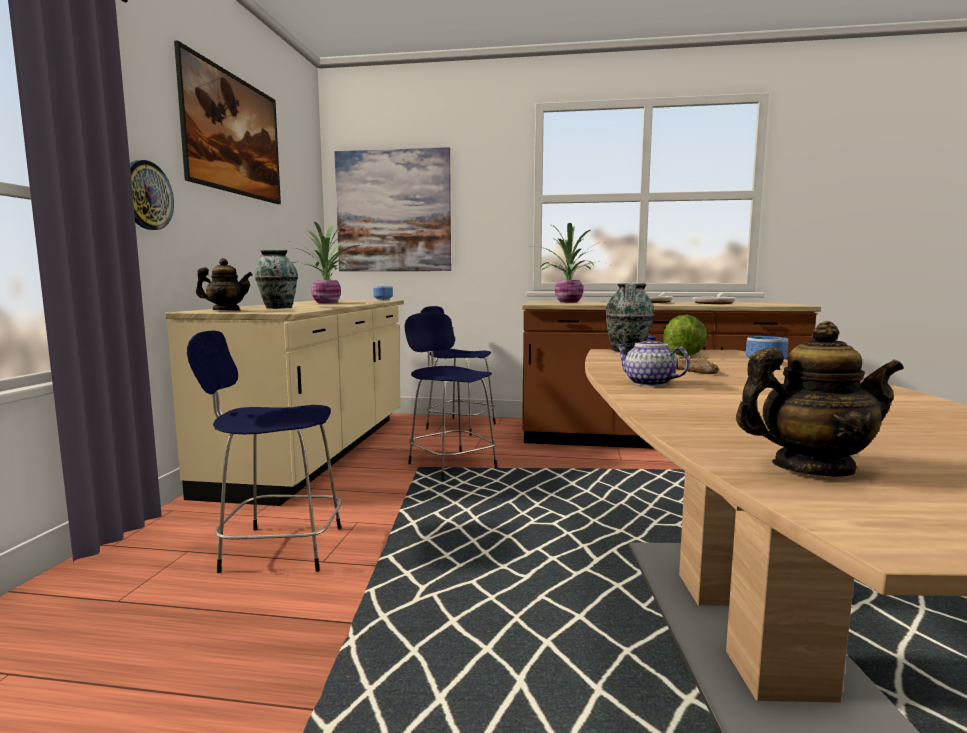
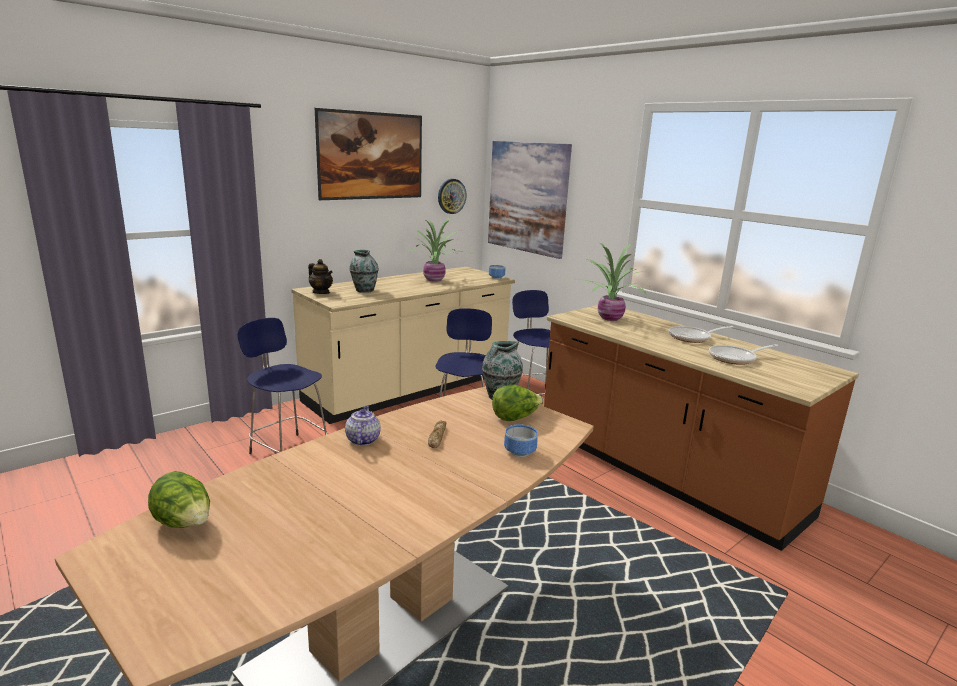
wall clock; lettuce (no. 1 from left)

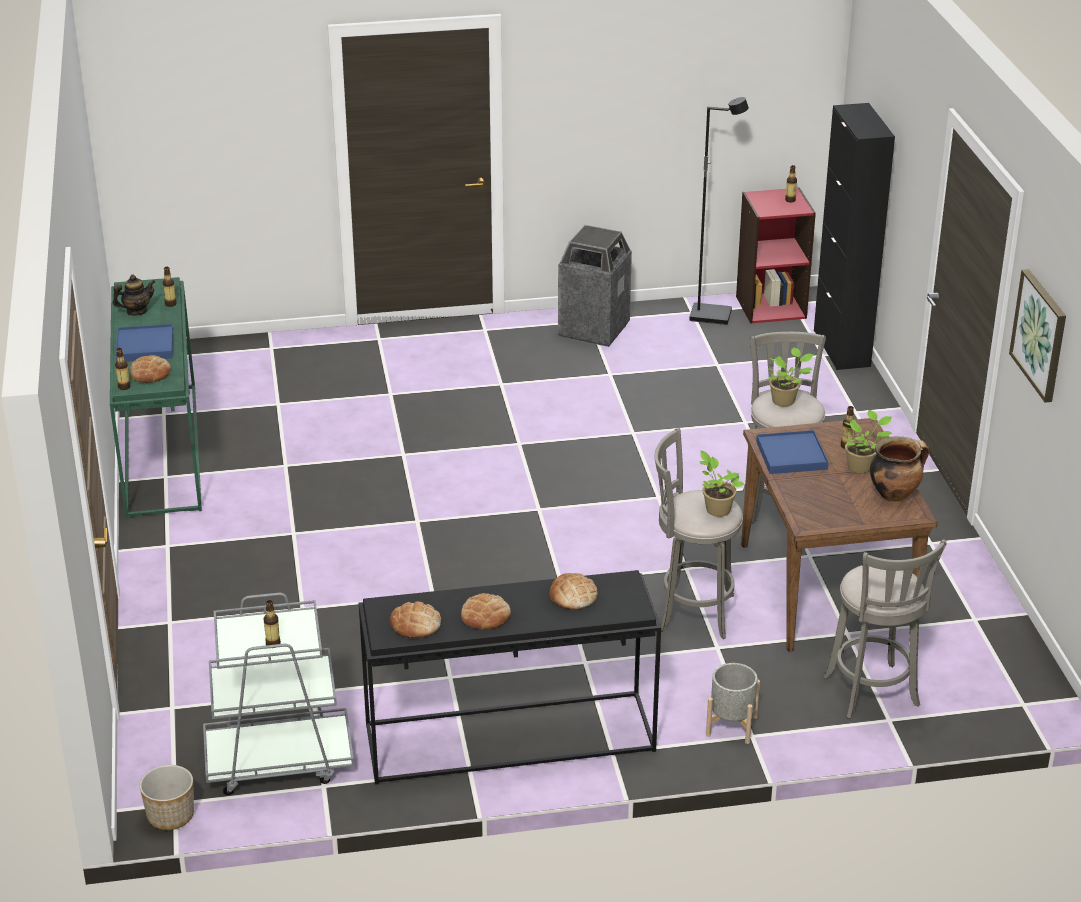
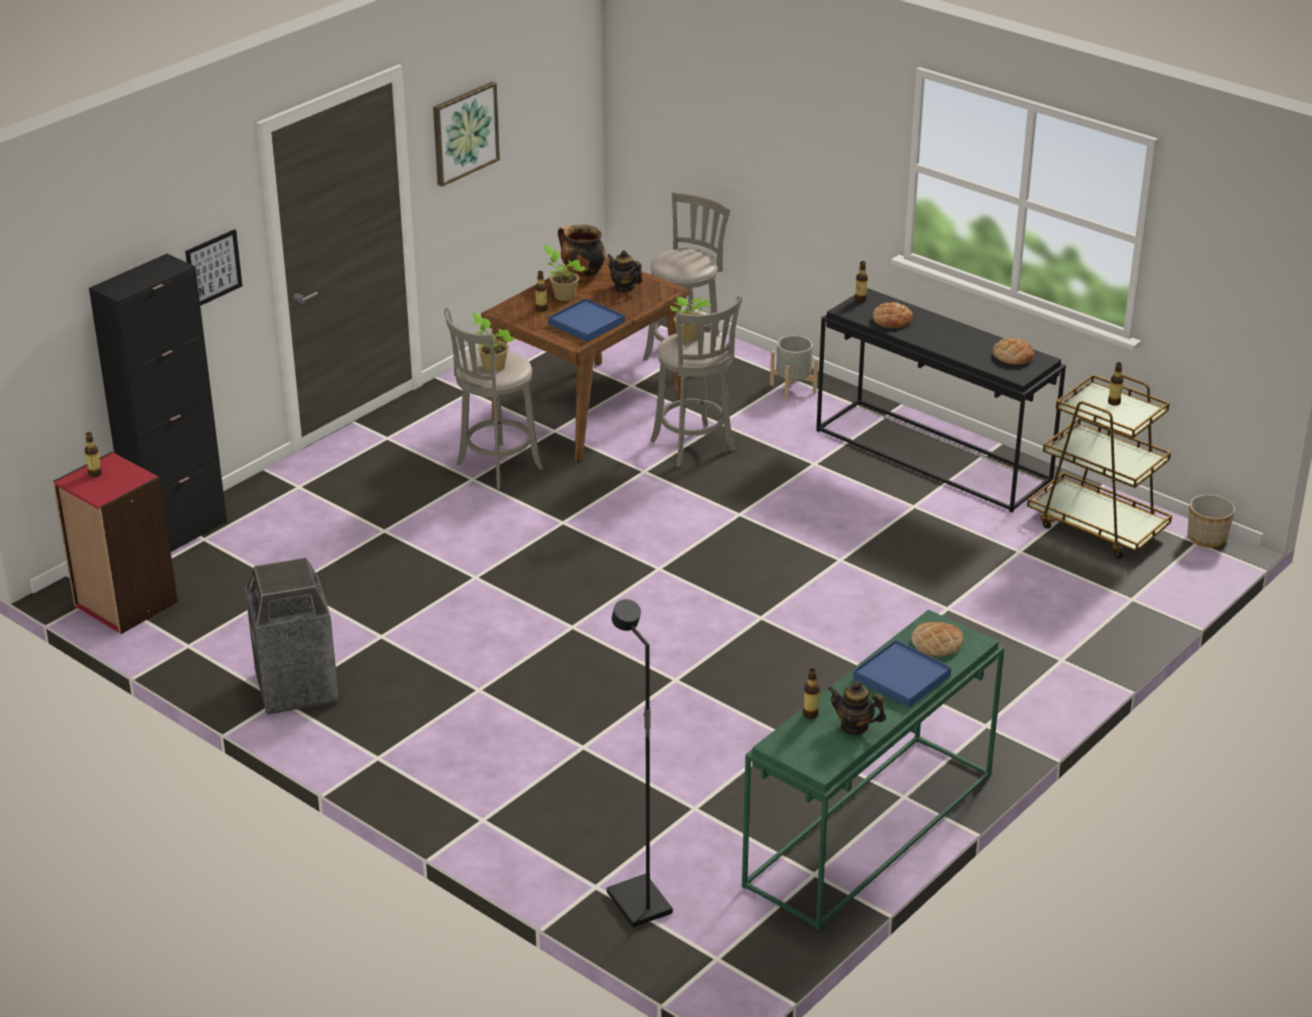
bread (no. 3 from left in the first image); picture (no. 1 from left); teapot (no. 1 from left); bottle (no. 4 from left); black floor lamp; brown cart

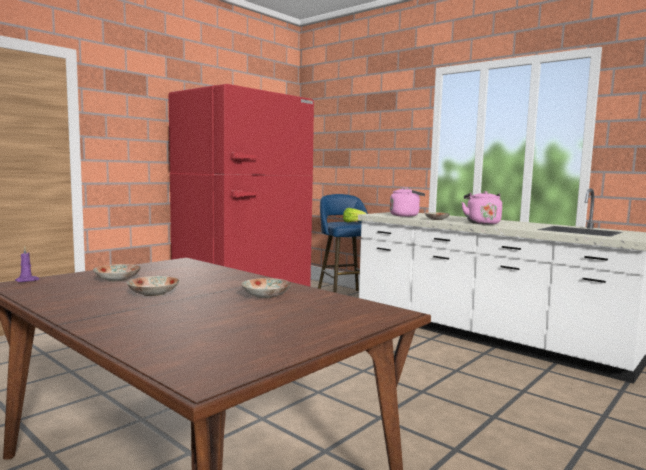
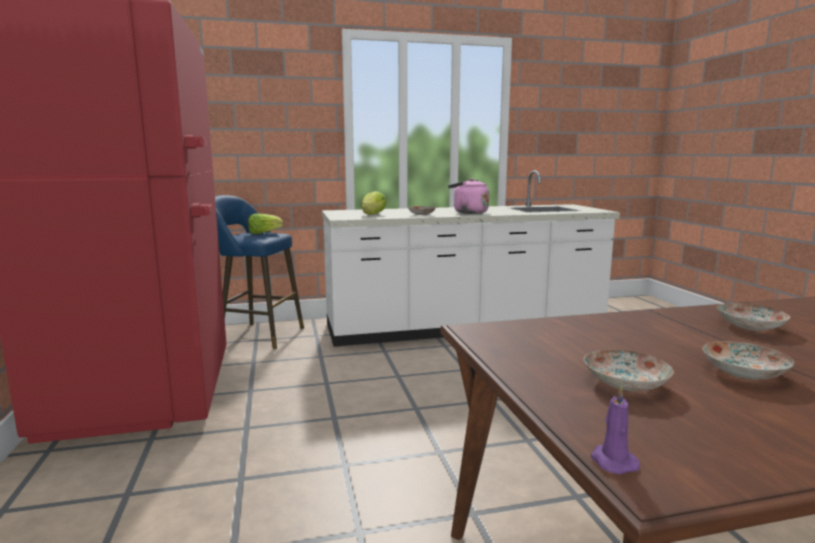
lettuce (no. 2 from left)

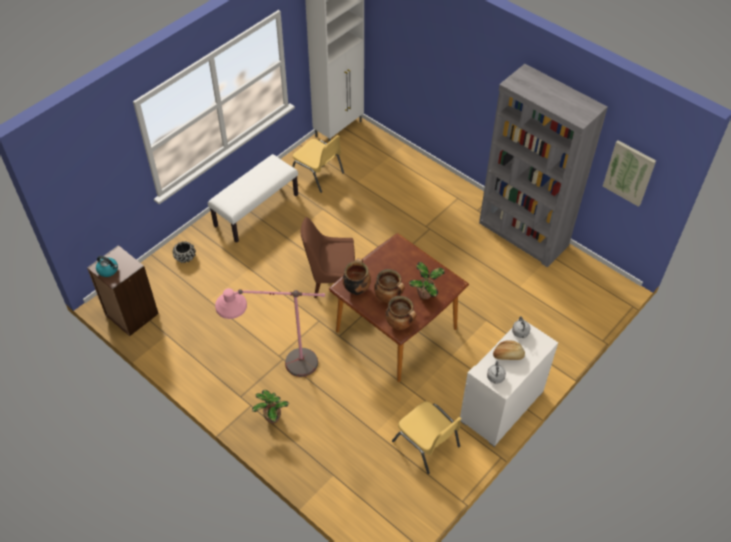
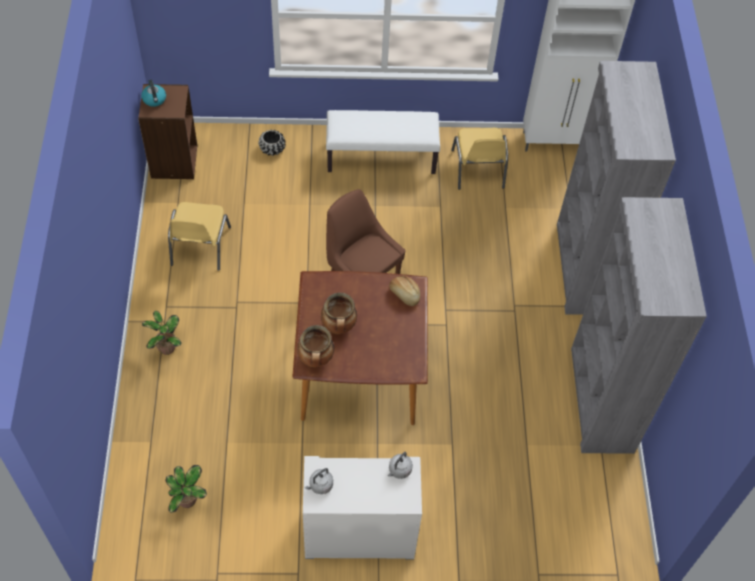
pink floor lamp; cooking pot (no. 1 from left in the first image); picture; grey bookcase (no. 1 from left); yellow chair (no. 1 from left); potted plant (no. 2 from left); bread

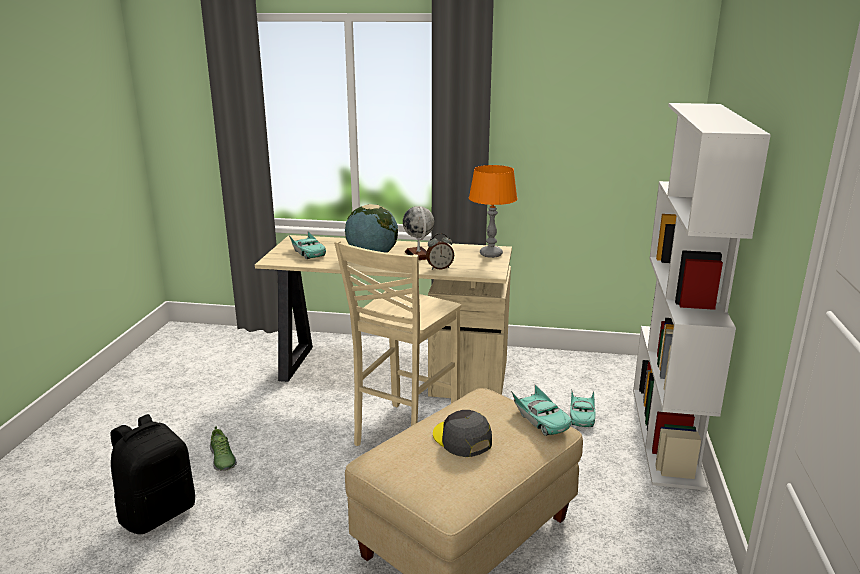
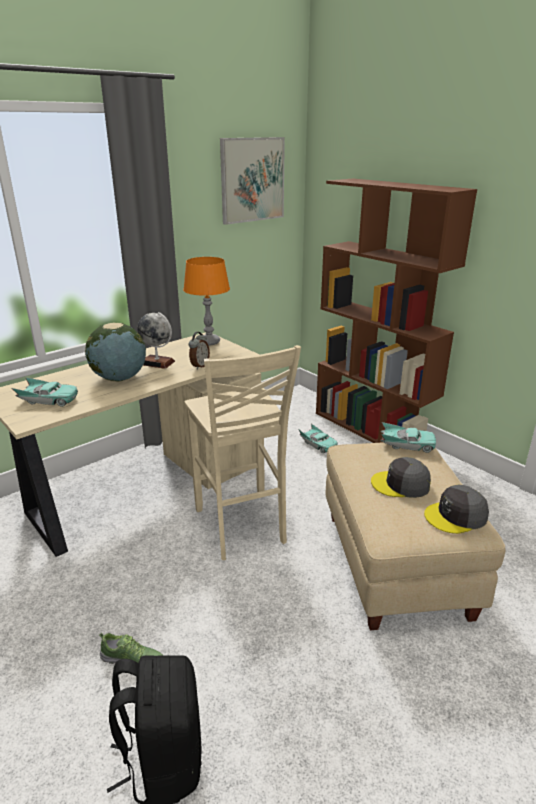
picture; grey cap (no. 2 from left); brown bookcase

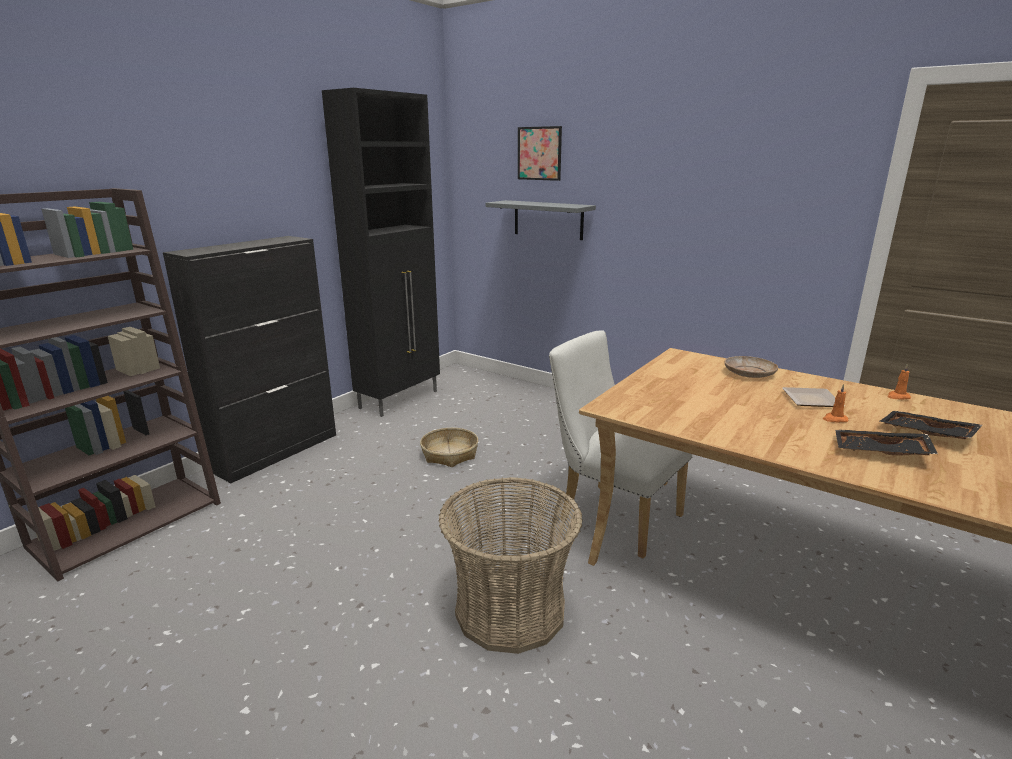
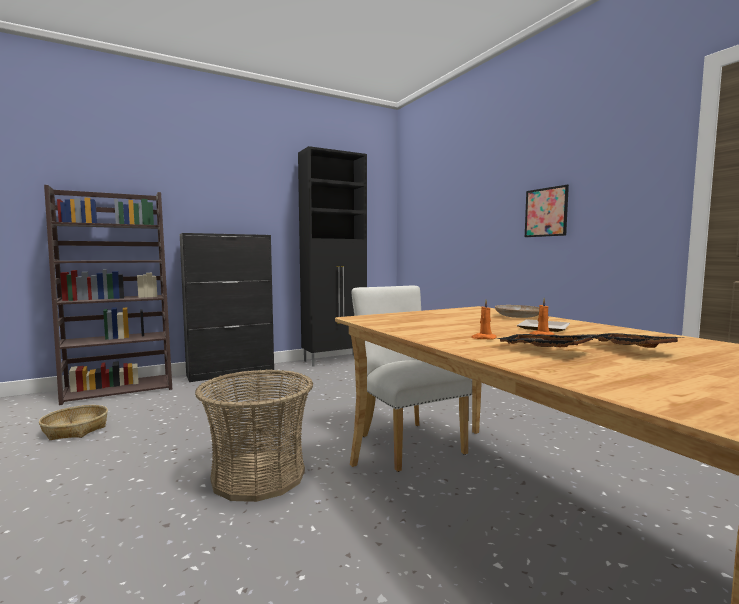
grey shelf; basket (no. 1 from left); picture; orange candle (no. 1 from left)

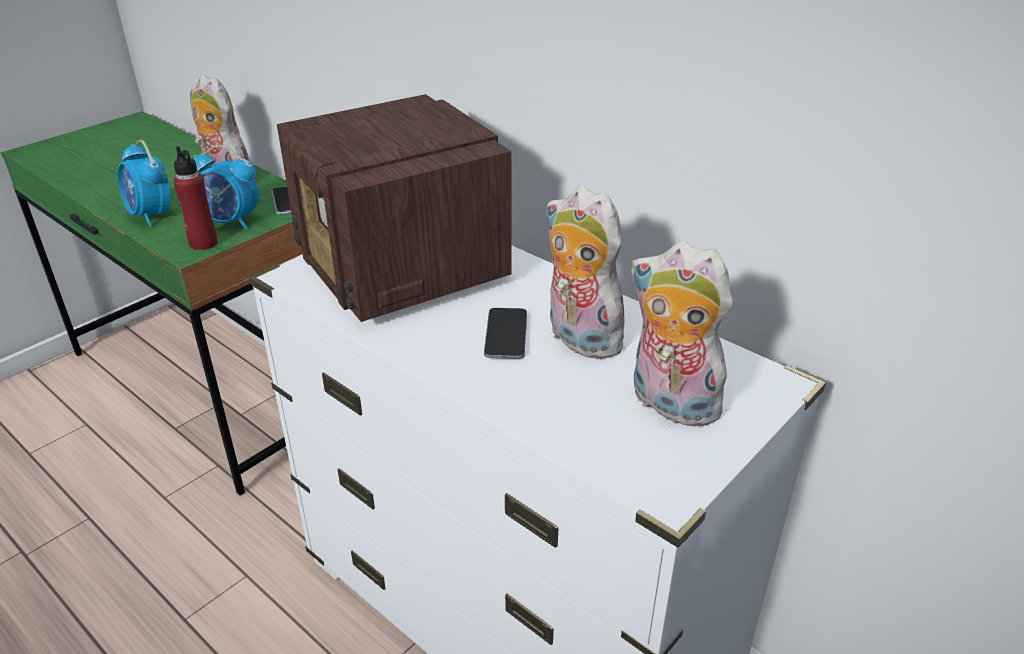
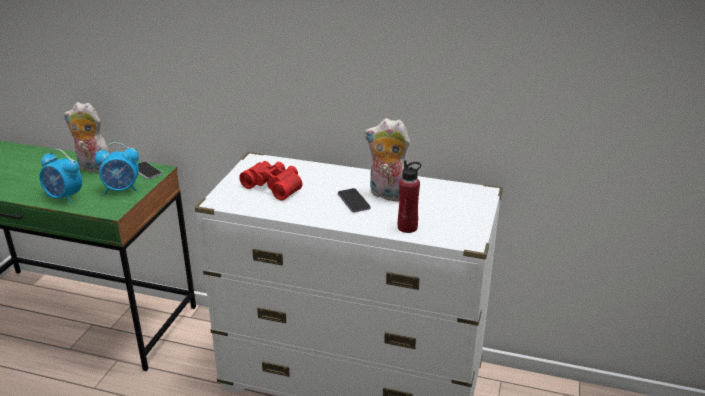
plush toy (no. 3 from left in the first image); red bottle; red binoculars

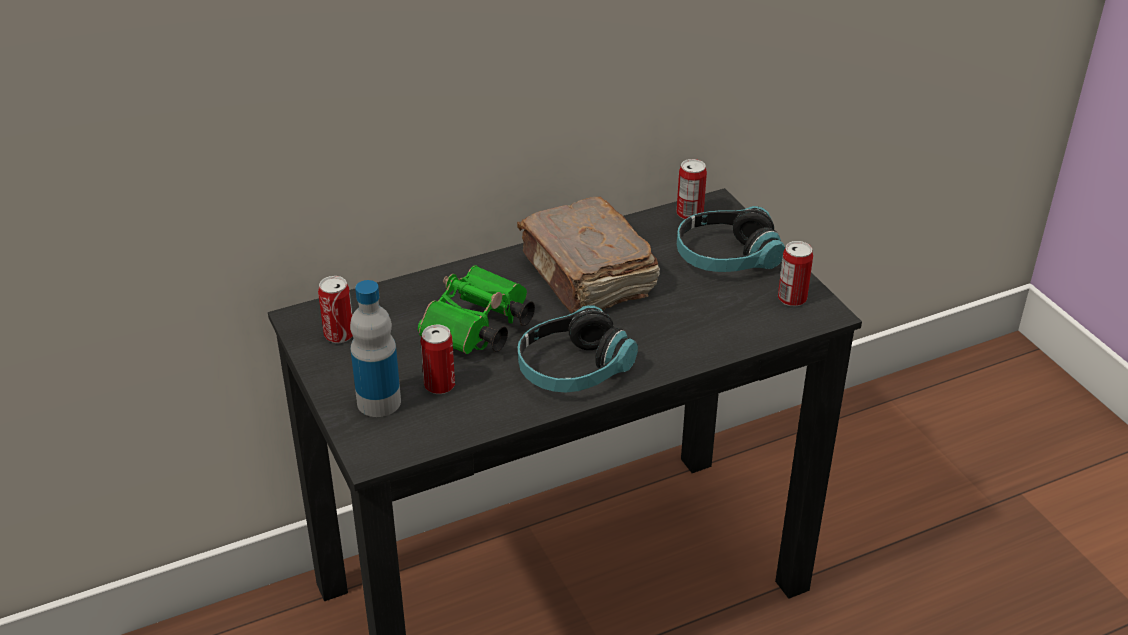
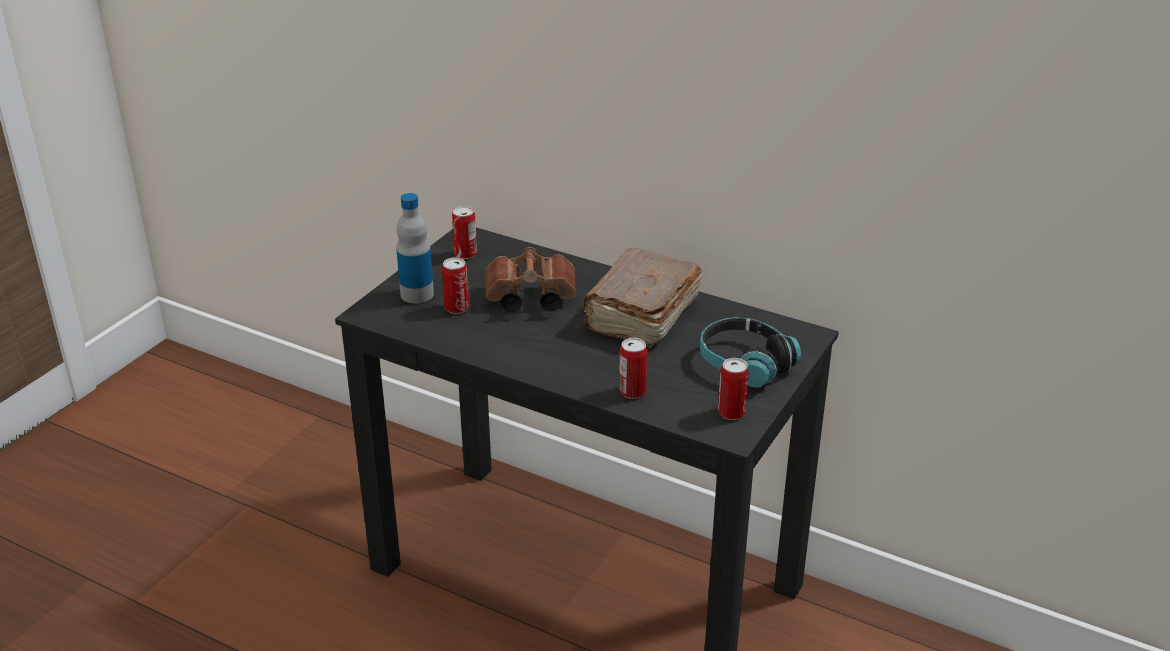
headphones (no. 1 from left in the first image); can (no. 3 from left); brown binoculars

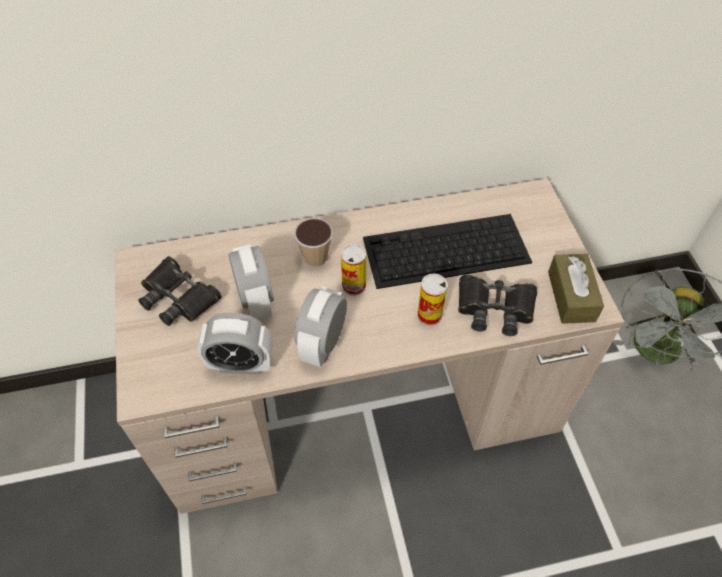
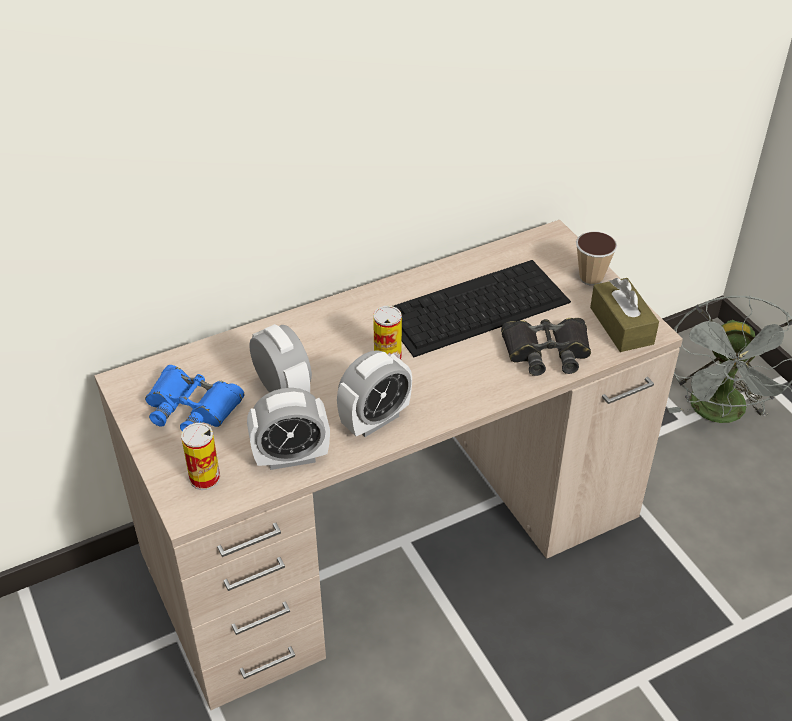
cup; can (no. 1 from left); blue binoculars; alarm clock (no. 3 from left)

